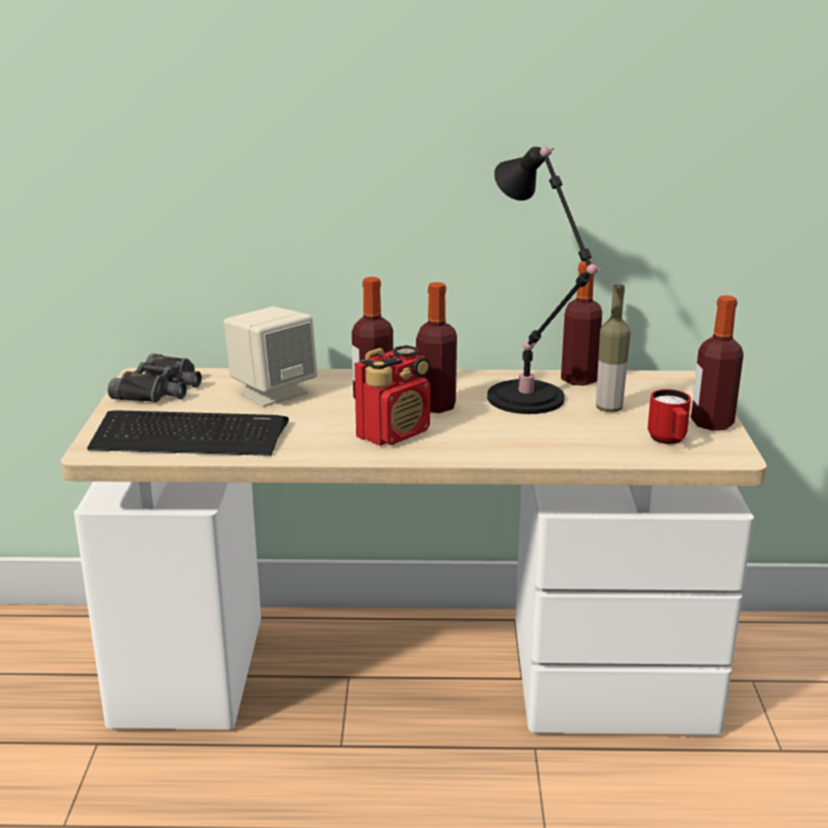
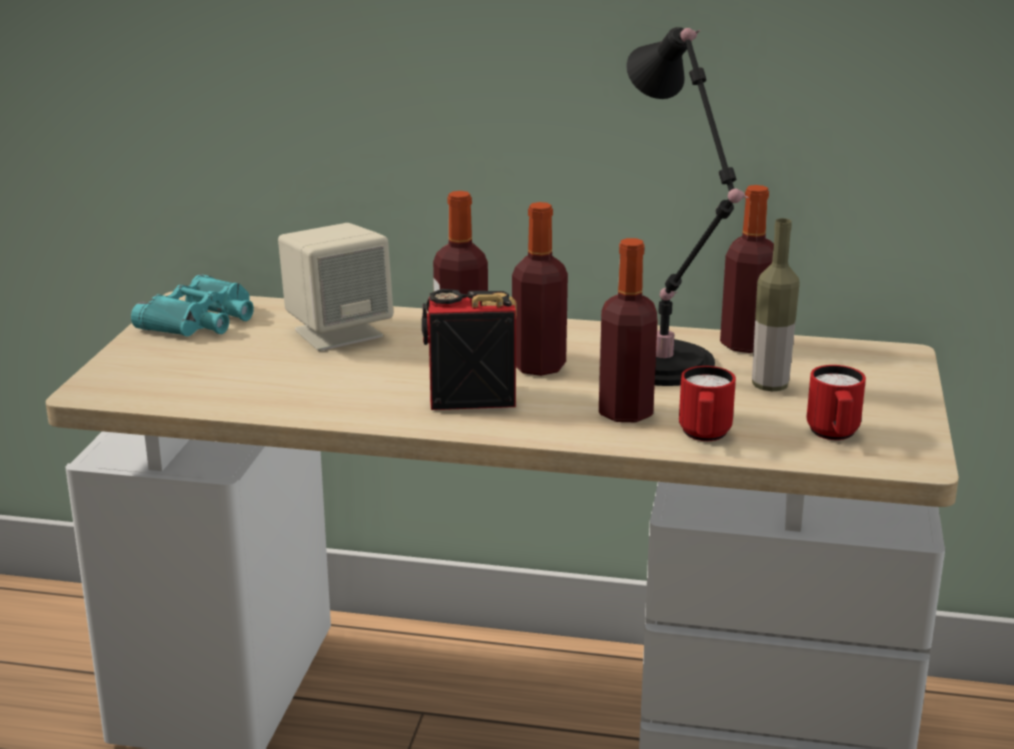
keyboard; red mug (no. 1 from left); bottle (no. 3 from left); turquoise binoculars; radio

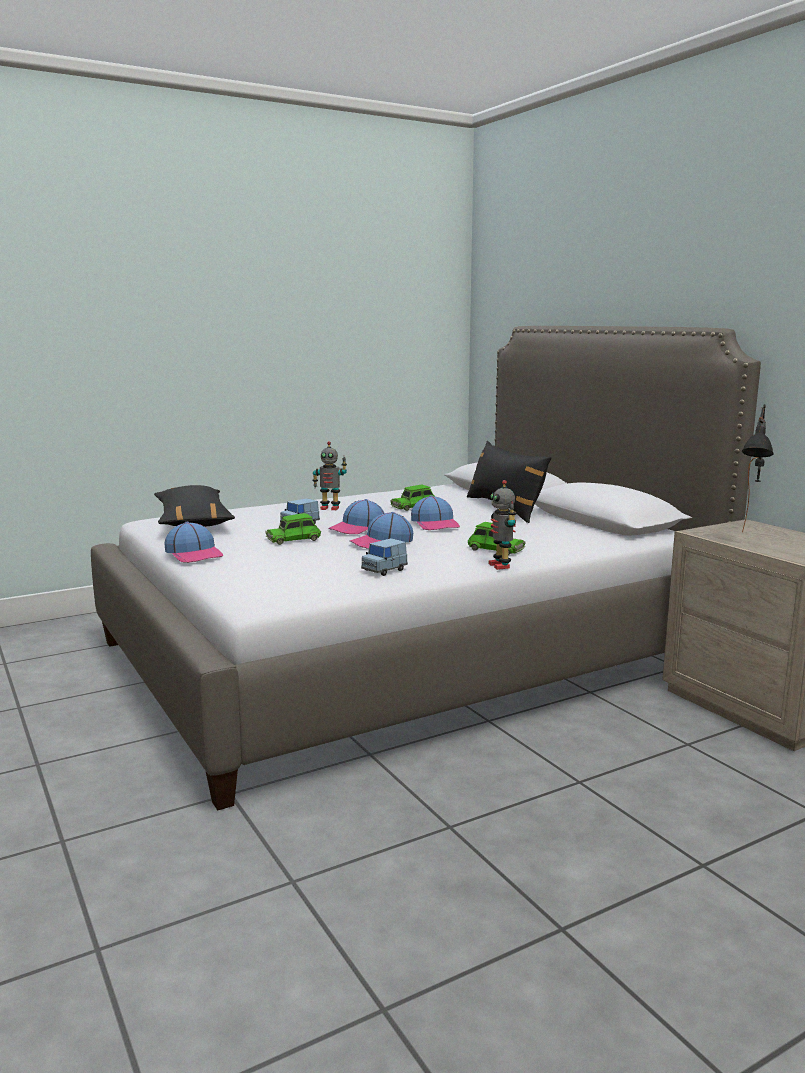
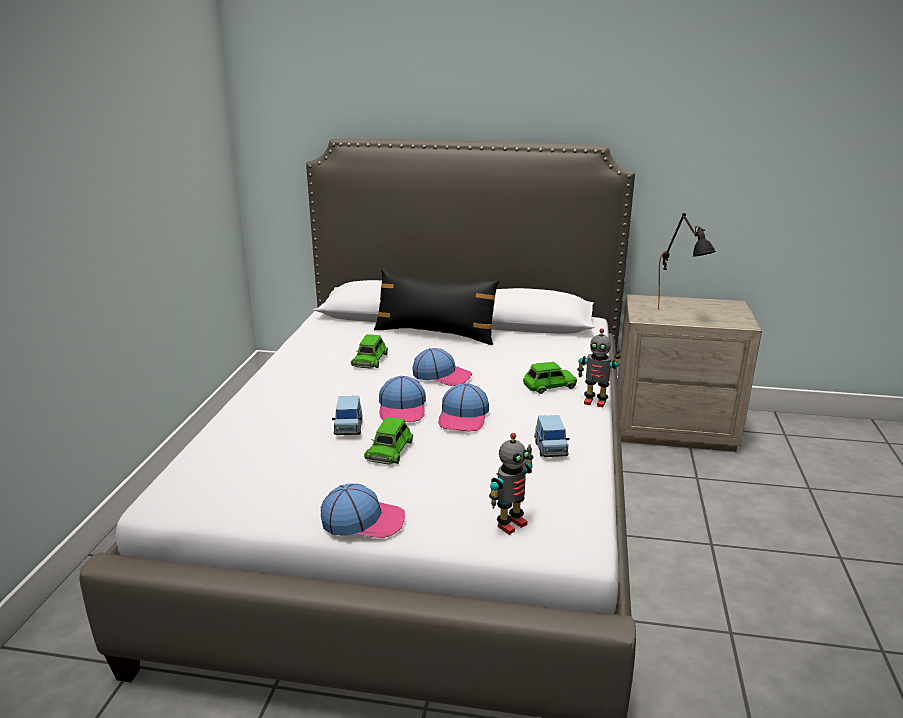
black pillow (no. 1 from left in the first image); toy robot (no. 1 from left)

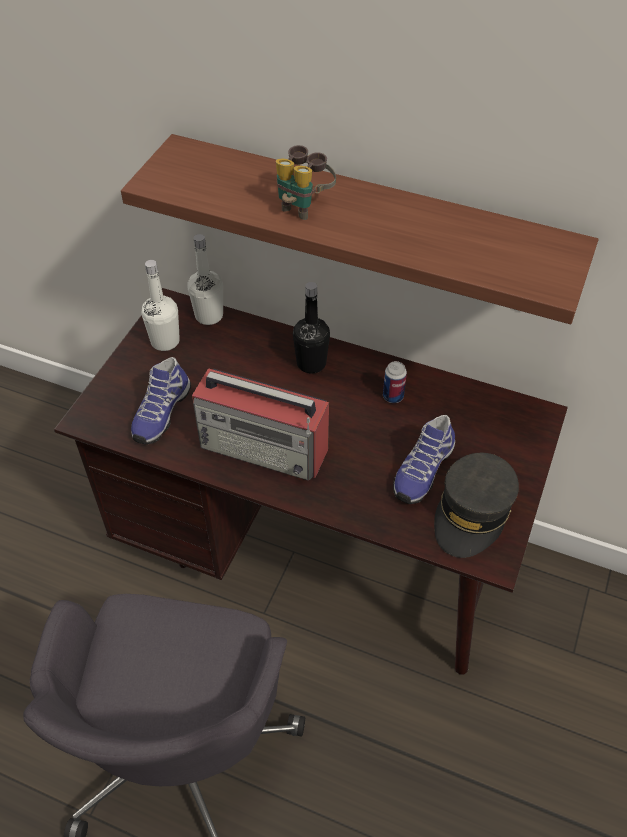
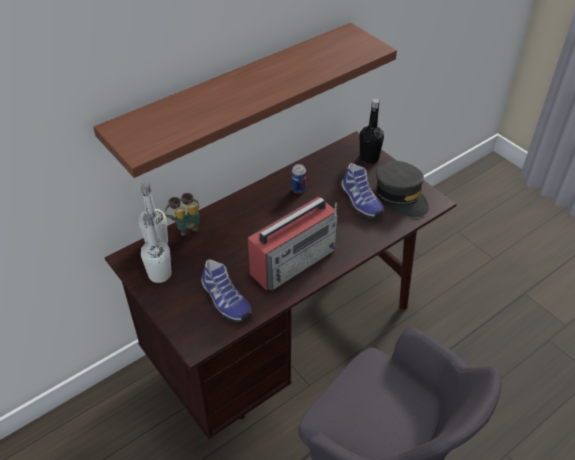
binoculars; black bottle

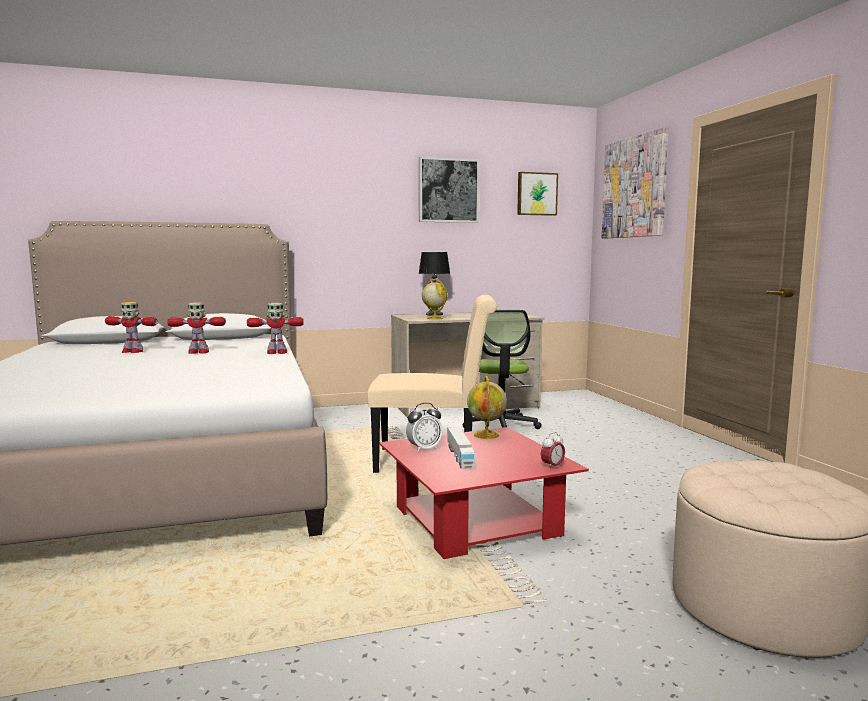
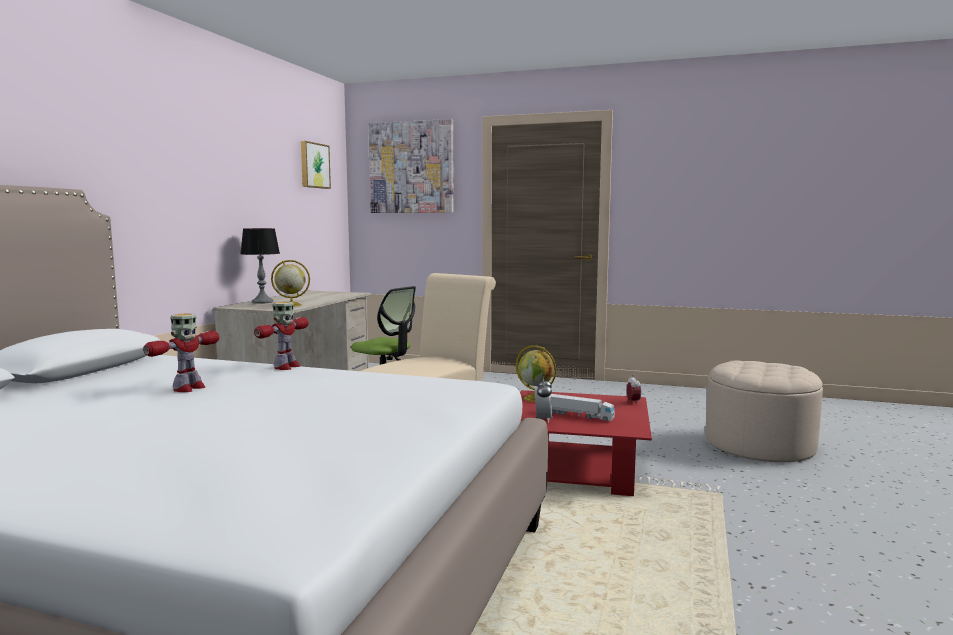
toy robot (no. 1 from left in the first image); picture (no. 1 from left in the first image)

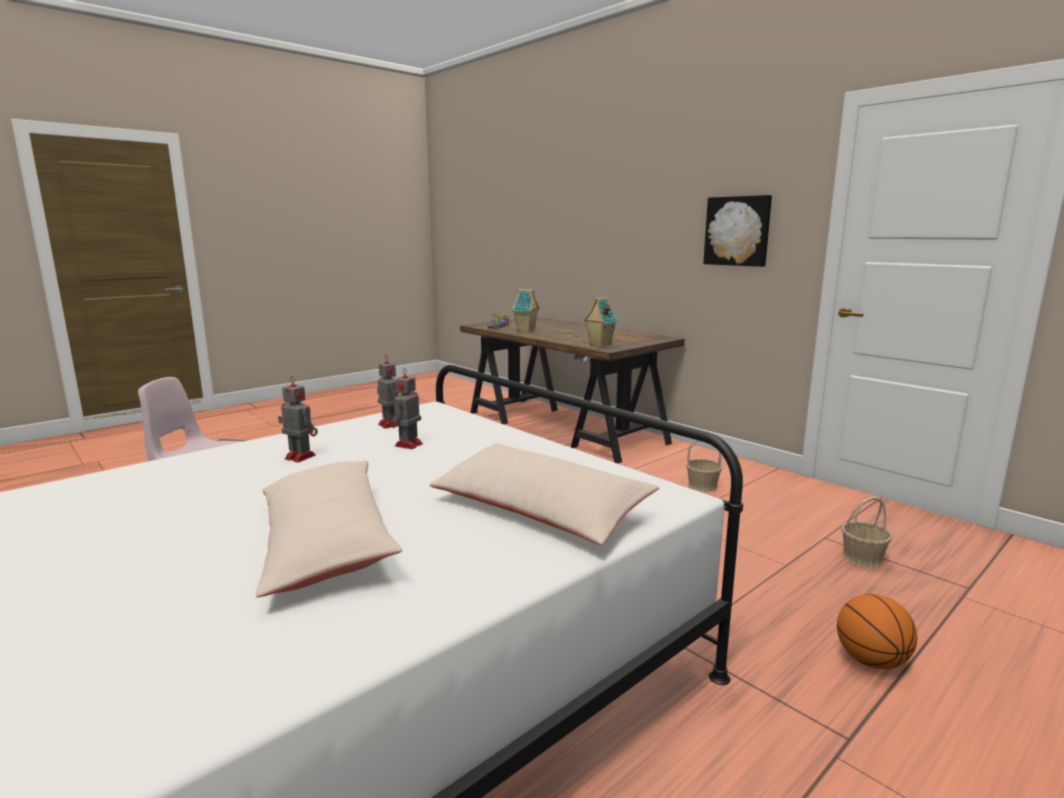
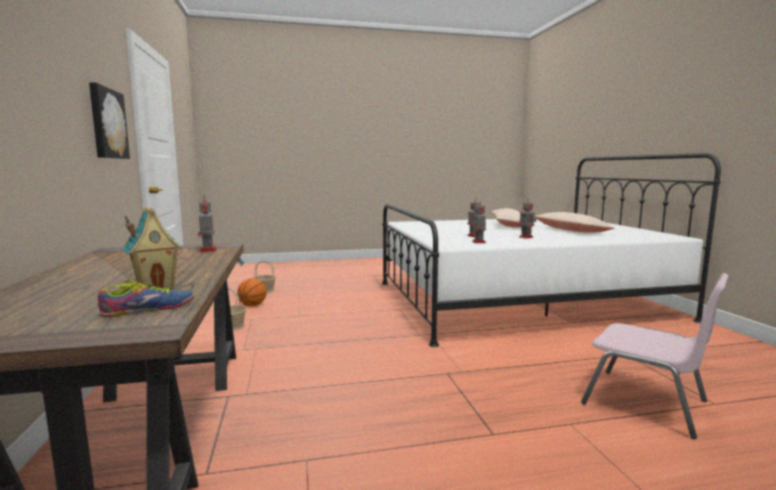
beige pillow (no. 2 from left); basketball; toy robot (no. 1 from left)

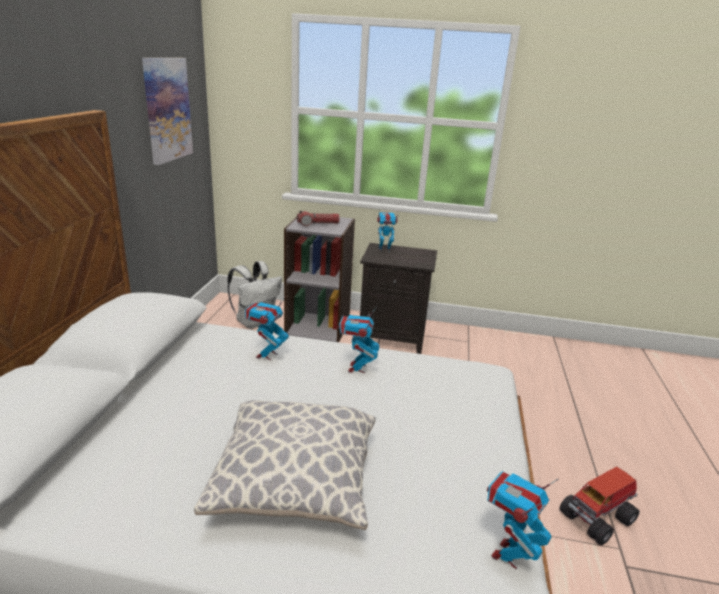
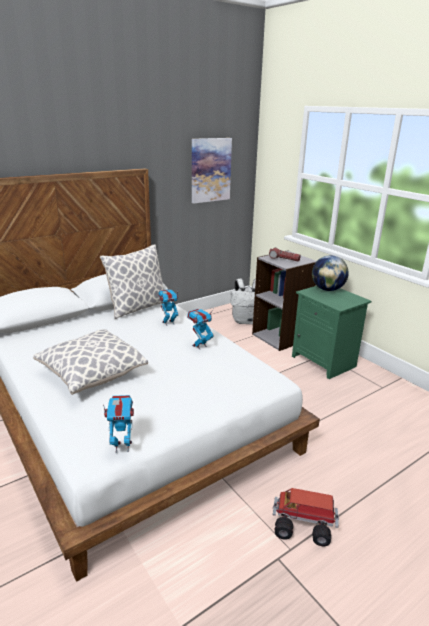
pillow (no. 2 from left); globe; green nightstand

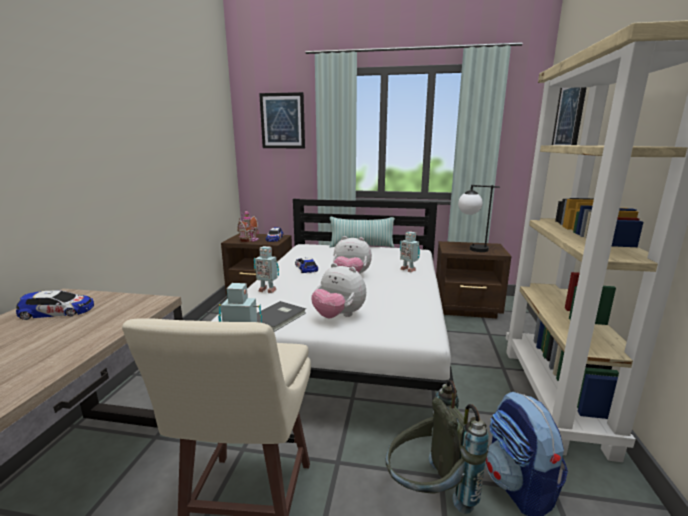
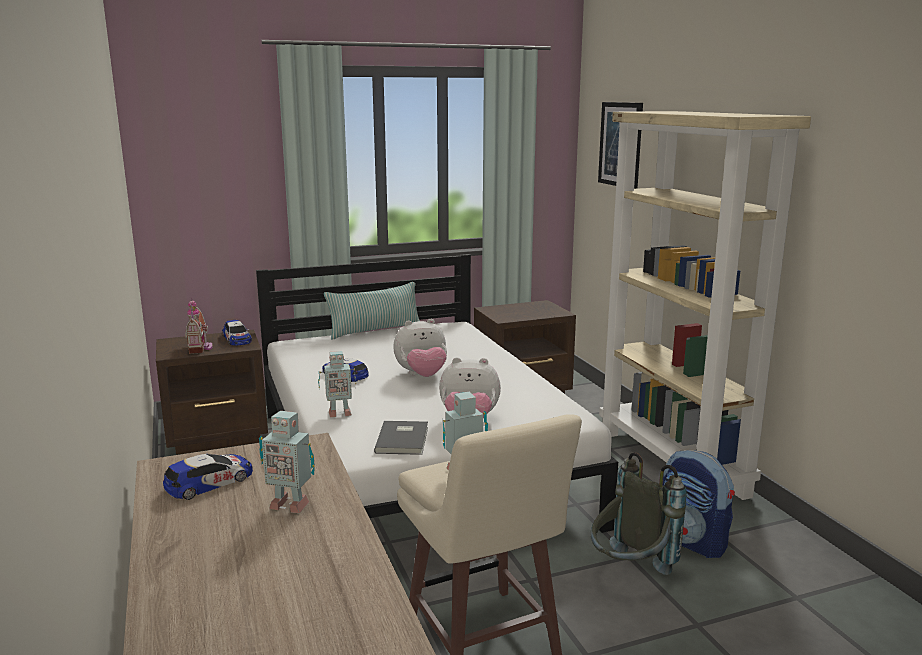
picture (no. 1 from left in the first image); table lamp; toy robot (no. 1 from left)

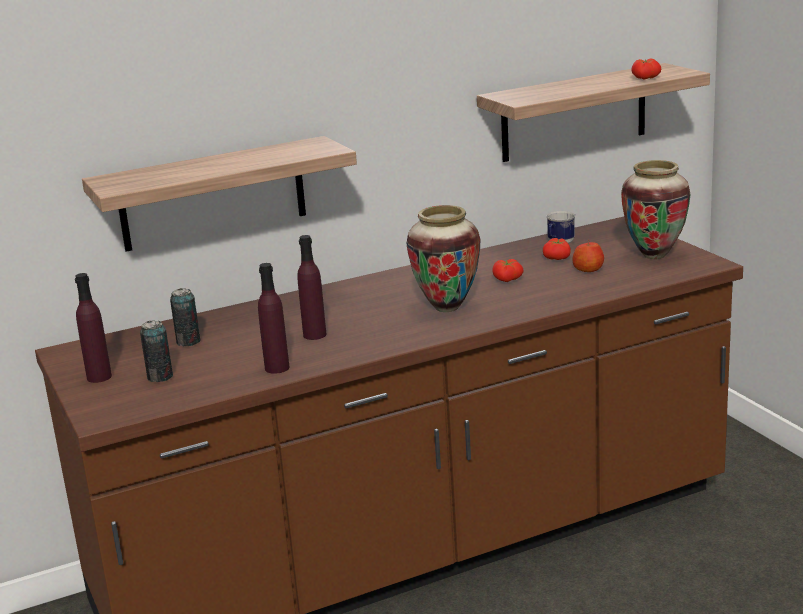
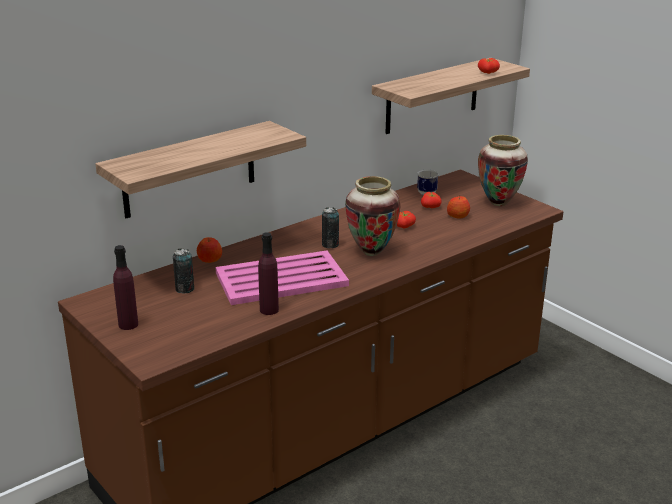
apple (no. 1 from left); can (no. 2 from left); pink tray

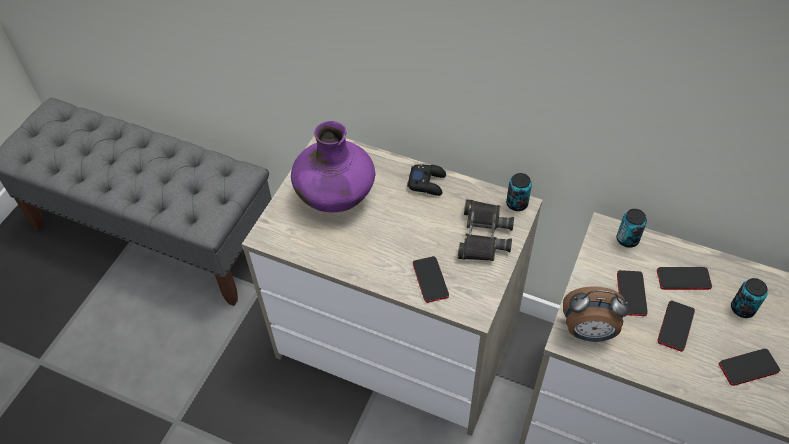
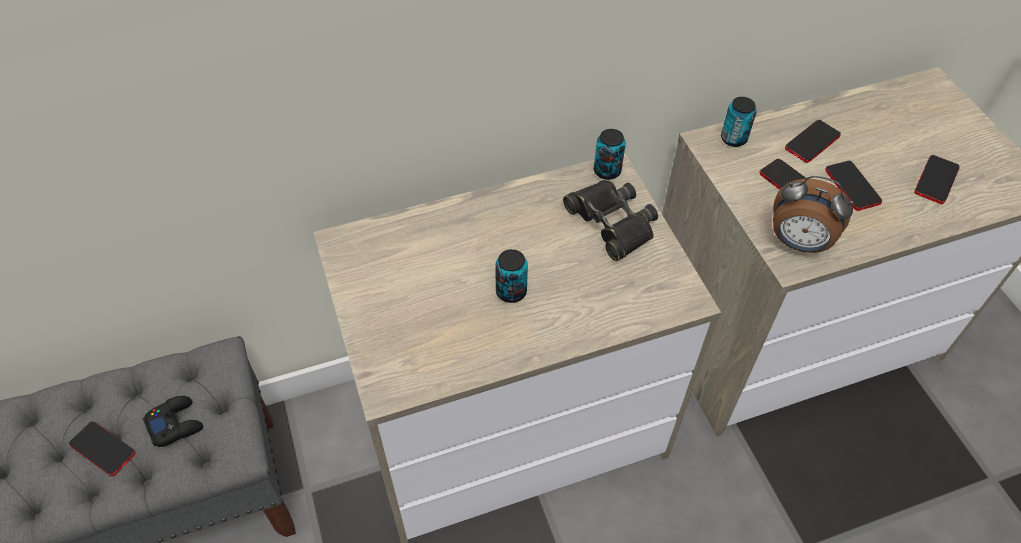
purple vase; black game controller; phone (no. 1 from left); can (no. 1 from left); alarm clock

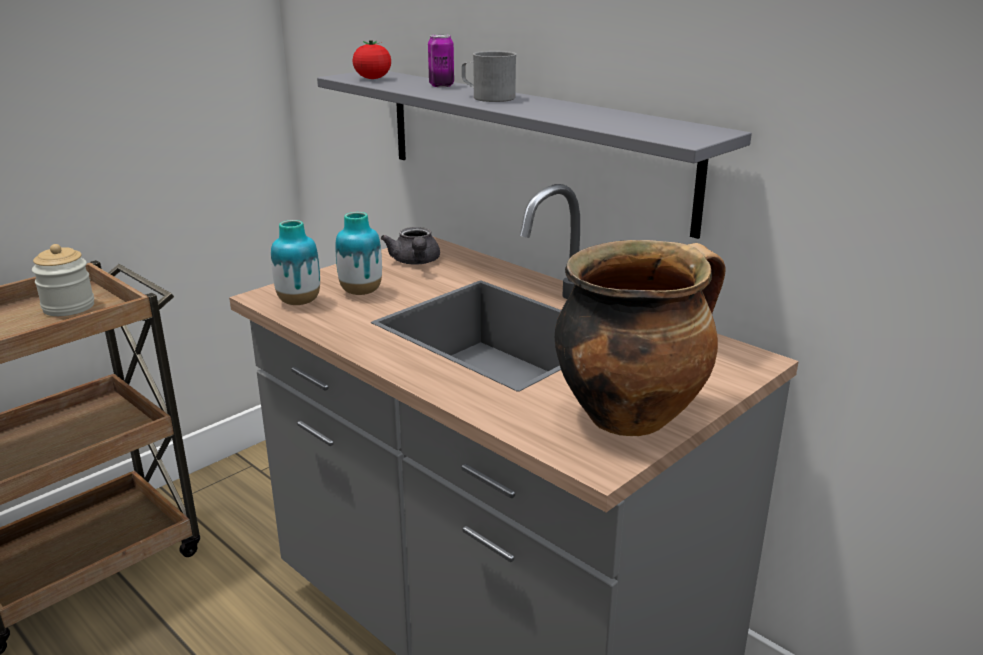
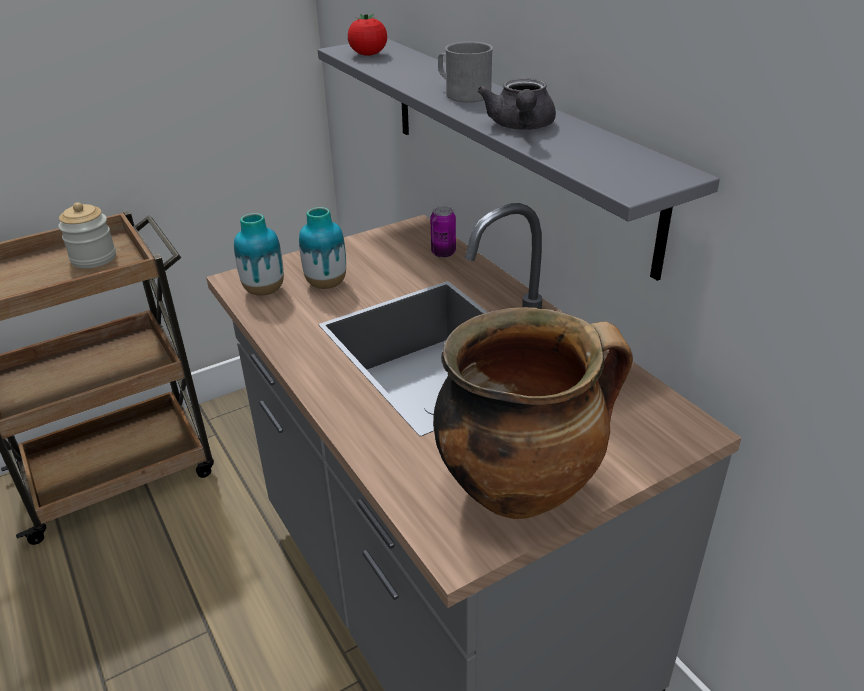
grey teapot; can

